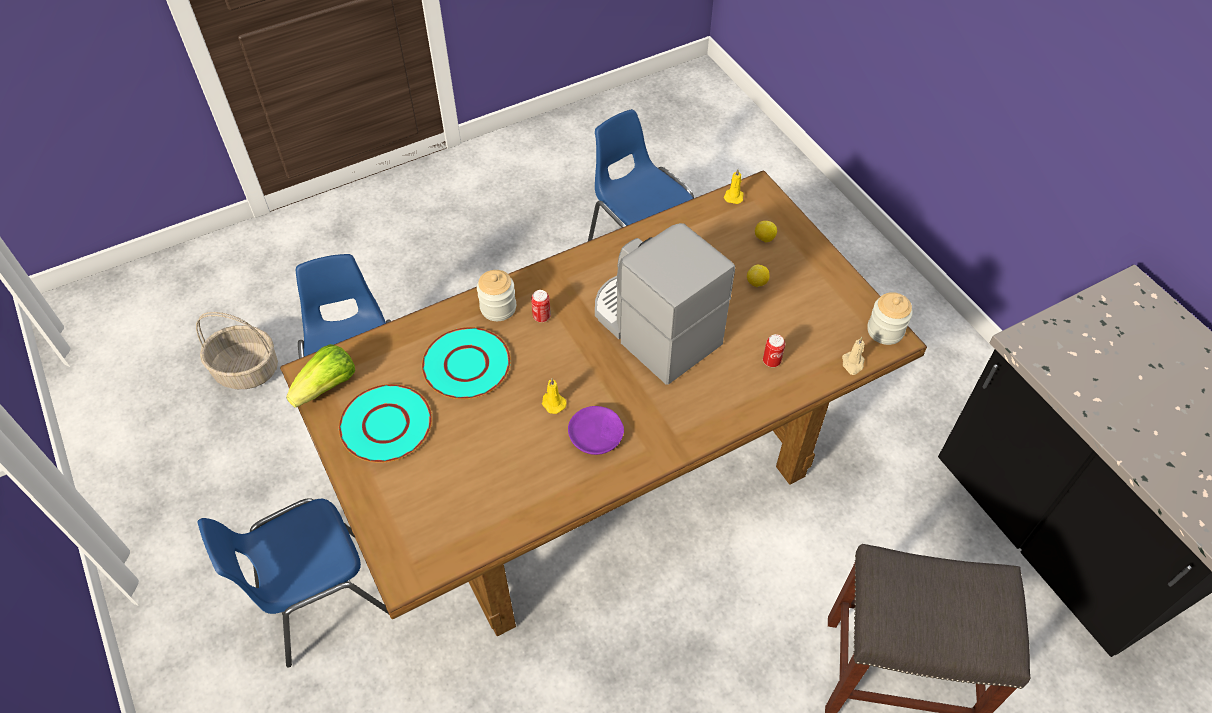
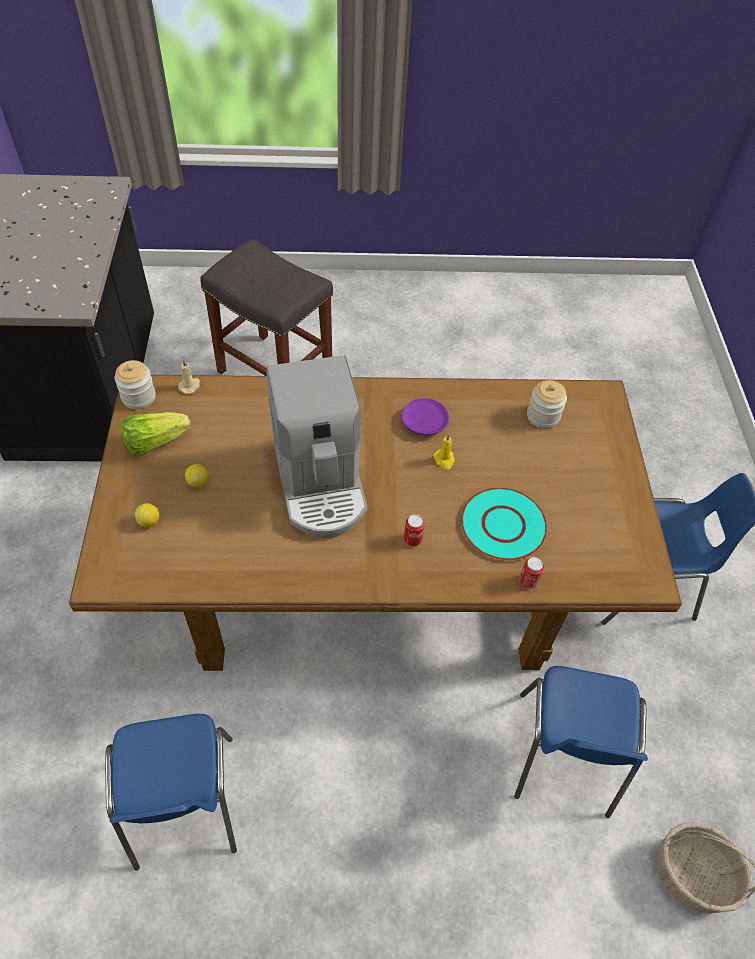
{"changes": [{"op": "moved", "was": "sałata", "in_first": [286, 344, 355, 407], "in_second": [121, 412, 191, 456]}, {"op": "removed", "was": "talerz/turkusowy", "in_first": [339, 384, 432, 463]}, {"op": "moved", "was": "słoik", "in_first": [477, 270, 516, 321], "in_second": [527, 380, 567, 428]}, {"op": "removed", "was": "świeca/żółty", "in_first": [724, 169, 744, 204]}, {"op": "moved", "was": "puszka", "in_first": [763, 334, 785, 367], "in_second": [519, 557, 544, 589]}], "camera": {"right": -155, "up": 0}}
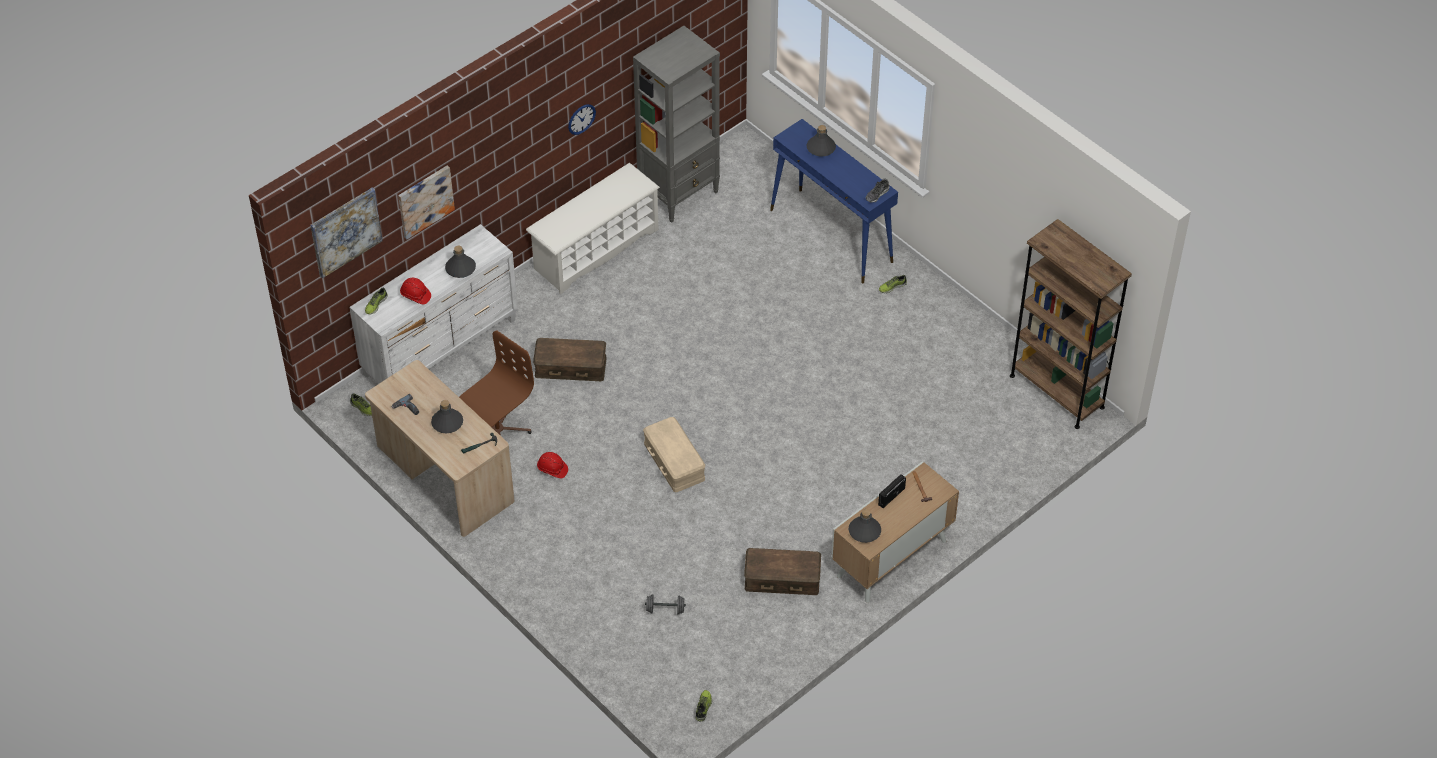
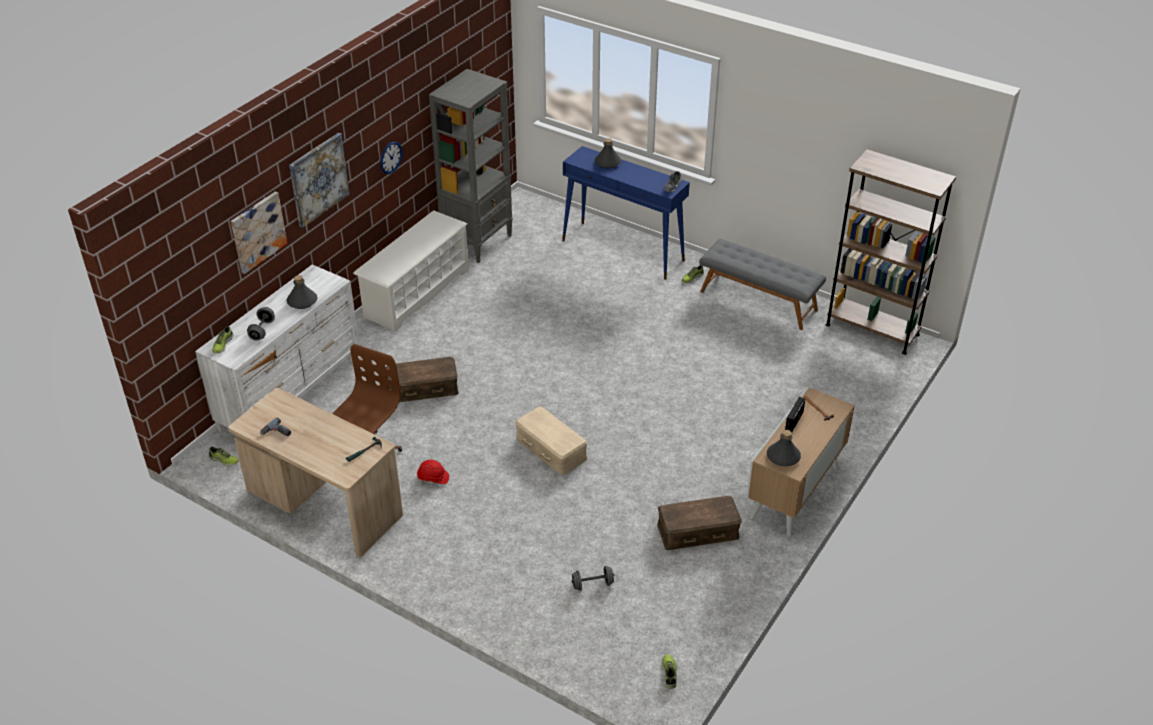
{"changes": [{"op": "moved", "was": "obraz", "in_first": [310, 188, 383, 278], "in_second": [289, 132, 350, 228]}, {"op": "replaced", "was": "kask/czerwony", "now": "hantel/szary", "in_first": [400, 278, 431, 304], "in_second": [247, 307, 275, 341]}, {"op": "removed", "was": "butelka/szary", "in_first": [431, 400, 463, 433]}, {"op": "added", "now": "ławka/szary", "in_second": [699, 239, 826, 330]}], "camera": {"right": -15, "up": -10}}
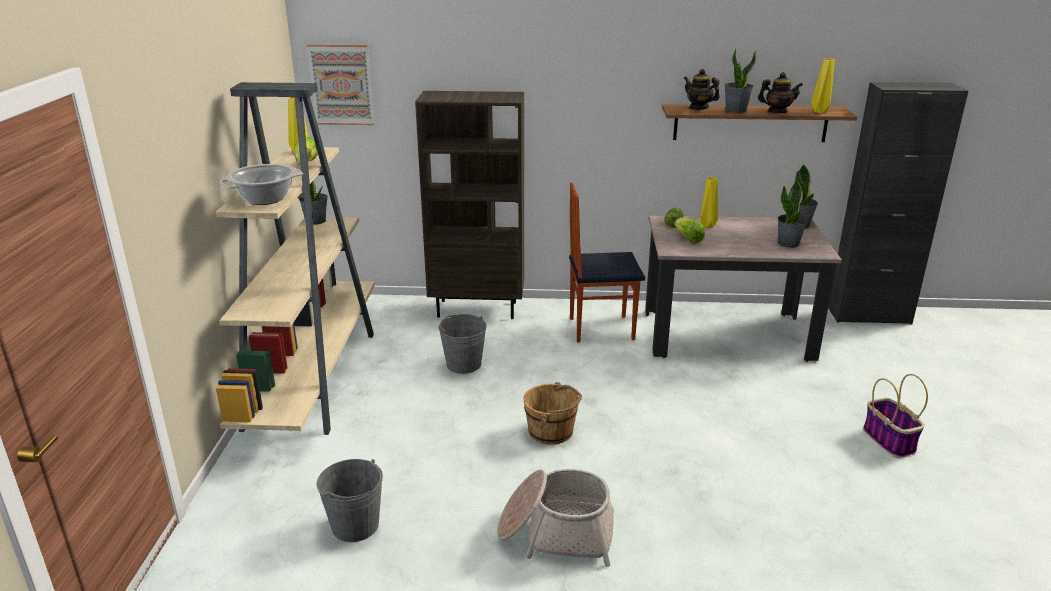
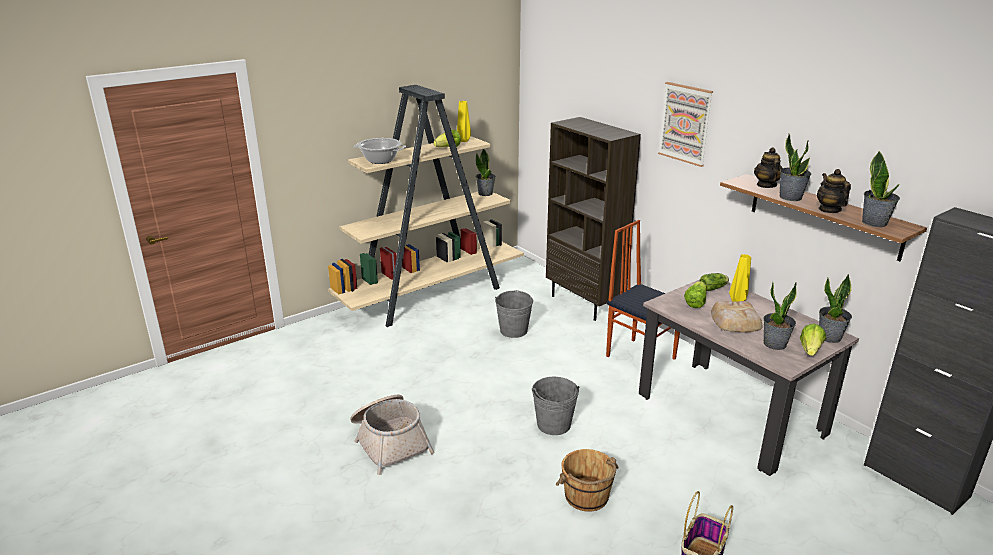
{"changes": [{"op": "moved", "was": "obraz", "in_first": [307, 44, 375, 125], "in_second": [658, 82, 713, 167]}, {"op": "moved", "was": "wiadro/szary", "in_first": [317, 459, 383, 542], "in_second": [532, 377, 580, 435]}, {"op": "moved", "was": "wiadro/brązowy", "in_first": [523, 382, 582, 445], "in_second": [556, 449, 619, 512]}, {"op": "turned", "was": "imbryk", "in_first": [758, 72, 803, 113], "in_second": [817, 169, 851, 213], "clockwise": -150}, {"op": "replaced", "was": "wazon/żółty", "now": "roślina doniczkowa", "in_first": [811, 58, 835, 113], "in_second": [862, 151, 900, 227]}, {"op": "added", "now": "chleb", "in_second": [711, 301, 762, 332]}, {"op": "added", "now": "sałata", "in_second": [800, 324, 826, 356]}], "camera": {"right": 50, "up": 0}}
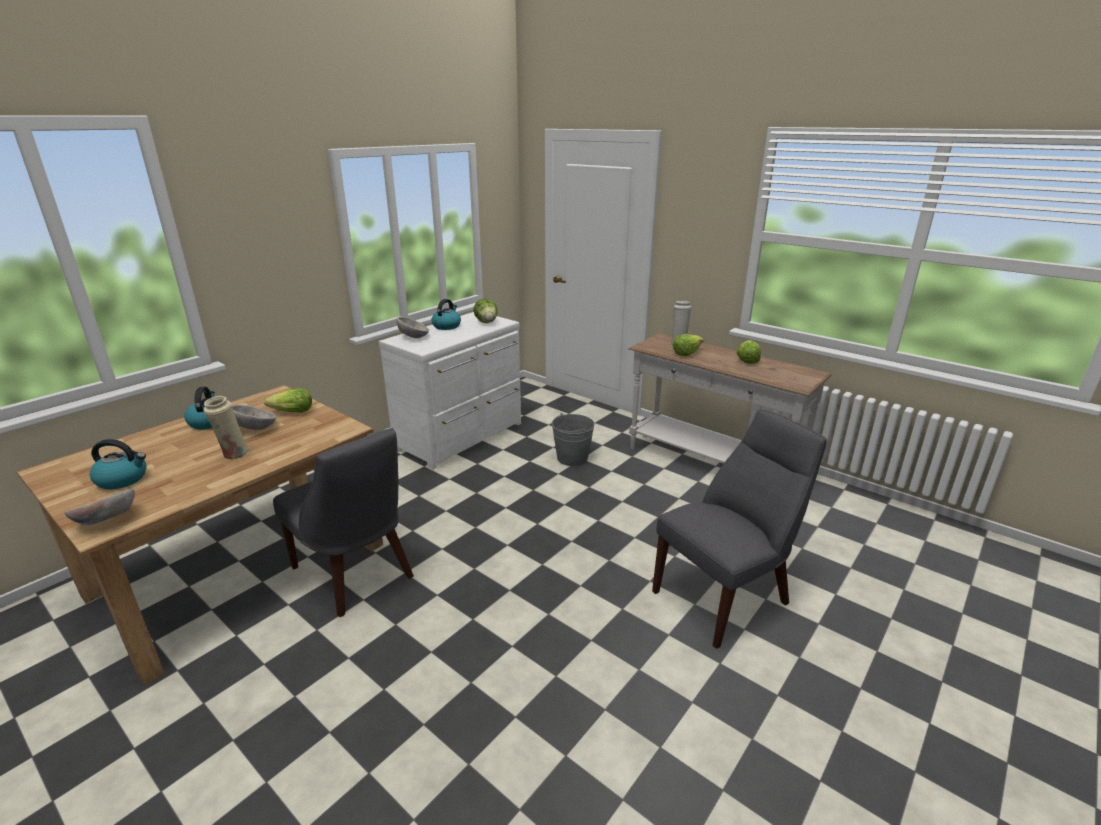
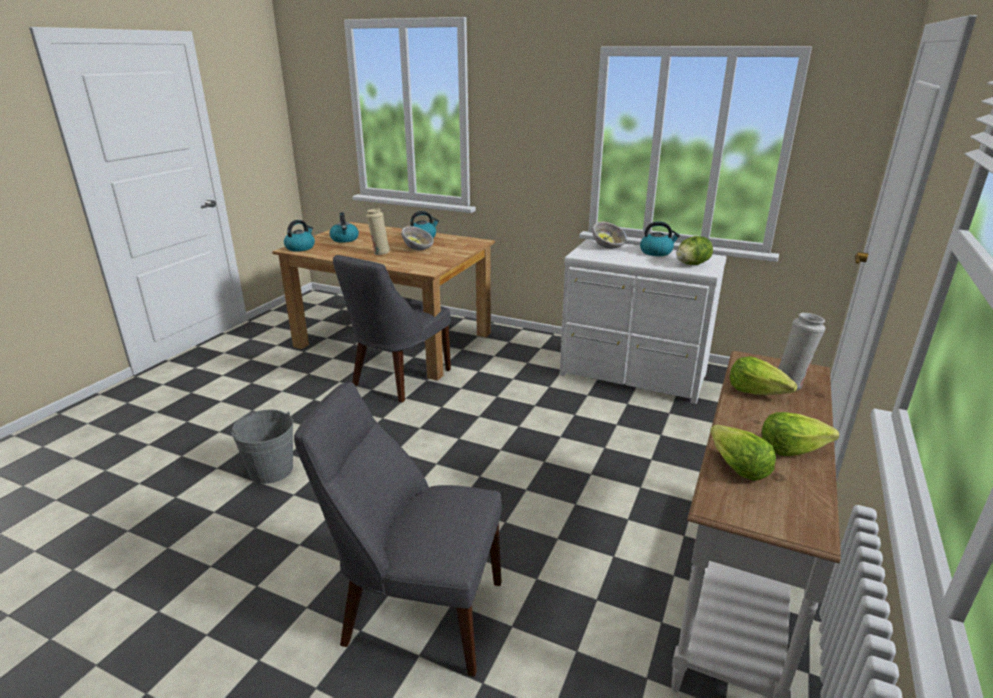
{"changes": [{"op": "replaced", "was": "miska", "now": "czajnik", "in_first": [64, 489, 135, 525], "in_second": [284, 220, 315, 252]}, {"op": "moved", "was": "sałata", "in_first": [264, 388, 312, 413], "in_second": [710, 425, 776, 481]}, {"op": "moved", "was": "wiadro/szary", "in_first": [552, 413, 595, 466], "in_second": [231, 410, 293, 484]}, {"op": "turned", "was": "krzesło/szary", "in_first": [652, 410, 827, 649], "in_second": [294, 382, 502, 677], "clockwise": 150}], "camera": {"right": 75, "up": 0}}
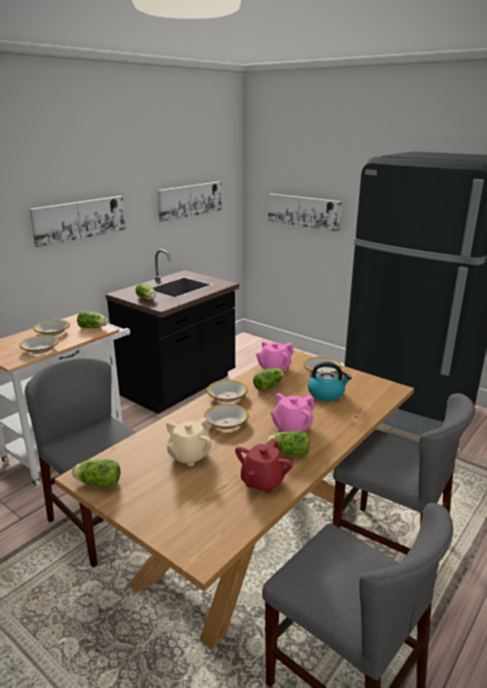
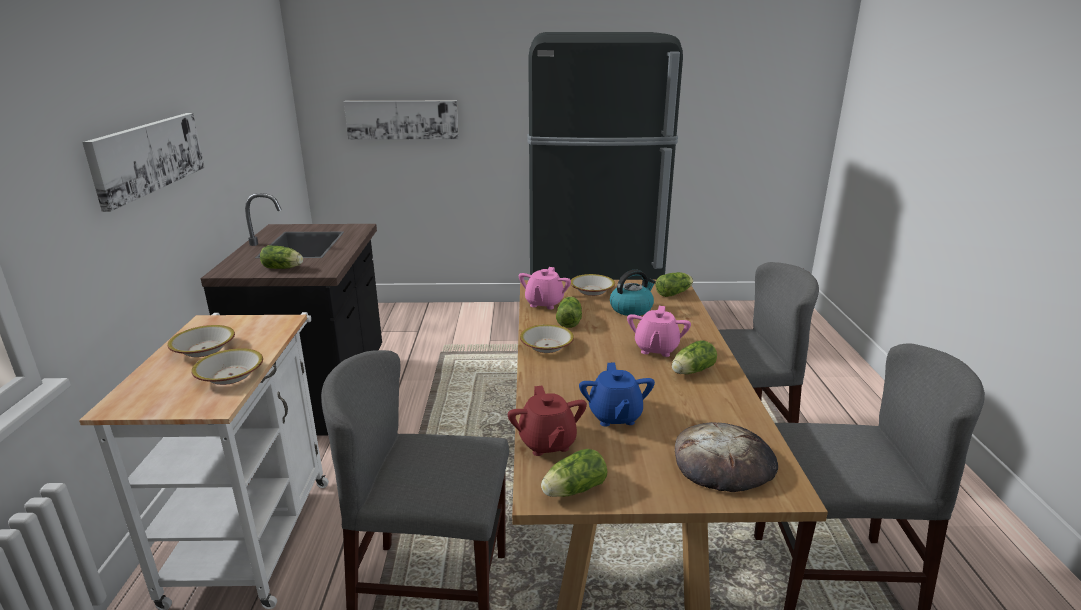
{"changes": [{"op": "moved", "was": "sałata", "in_first": [77, 311, 108, 328], "in_second": [656, 272, 693, 297]}, {"op": "removed", "was": "obraz", "in_first": [157, 181, 222, 222]}, {"op": "recoloured", "was": "imbryk/beżowy", "now": "imbryk/niebieski", "in_first": [166, 417, 211, 466], "in_second": [579, 363, 655, 426]}, {"op": "removed", "was": "miska", "in_first": [204, 404, 249, 430]}, {"op": "moved", "was": "imbryk/czerwony", "in_first": [235, 438, 293, 493], "in_second": [508, 386, 587, 456]}, {"op": "added", "now": "chleb", "in_second": [675, 422, 778, 492]}], "camera": {"right": -40, "up": 0}}
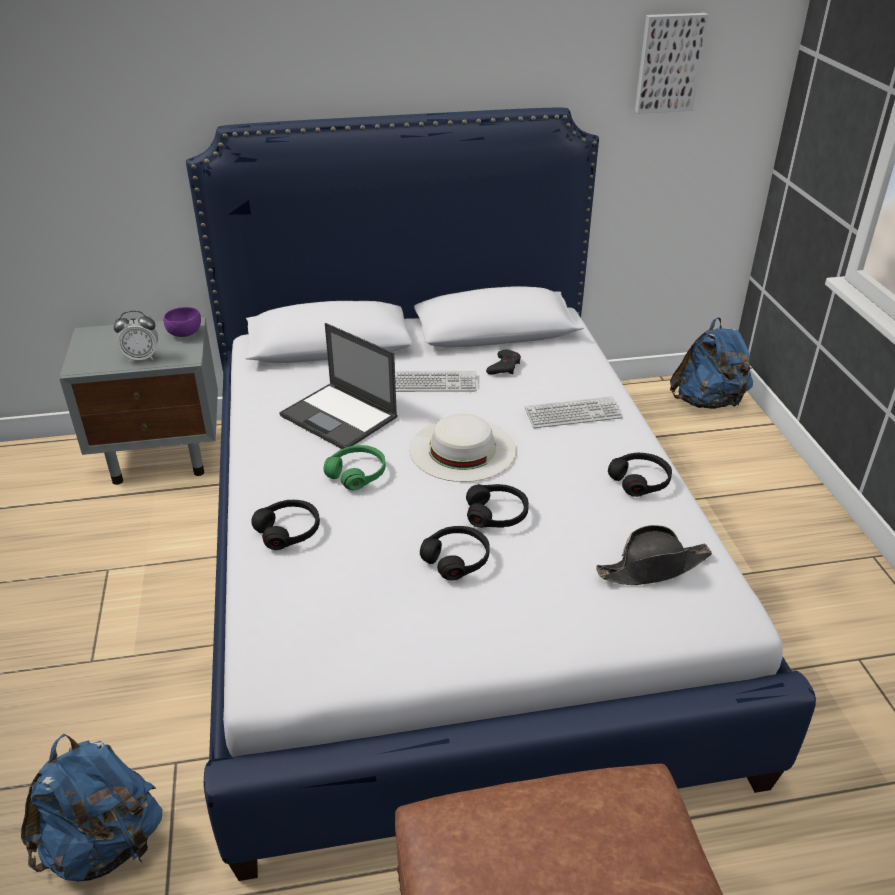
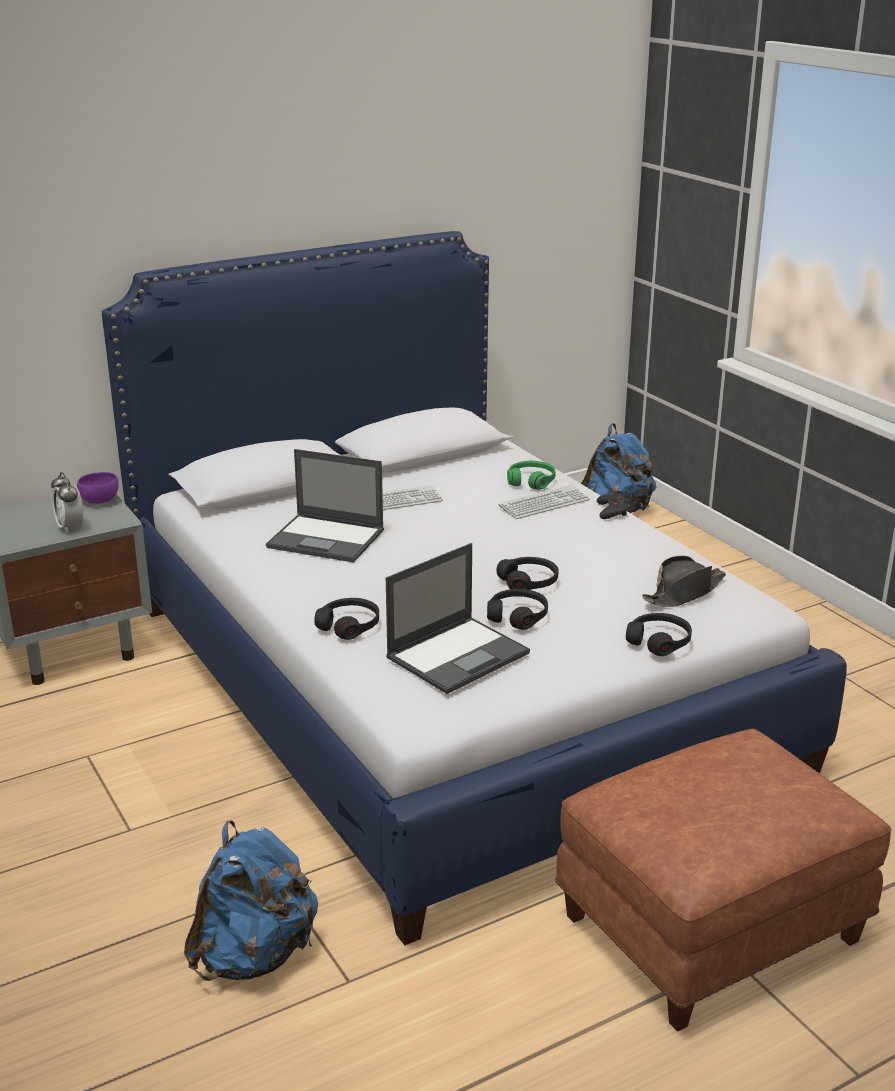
{"changes": [{"op": "turned", "was": "budzik", "in_first": [114, 311, 158, 362], "in_second": [51, 472, 83, 533], "clockwise": 90}, {"op": "moved", "was": "słuchawki/zielony", "in_first": [324, 445, 386, 490], "in_second": [507, 461, 556, 490]}, {"op": "removed", "was": "kapelusz/biały", "in_first": [409, 414, 516, 482]}, {"op": "moved", "was": "pad do gier/czarny", "in_first": [486, 350, 521, 375], "in_second": [597, 494, 628, 519]}, {"op": "moved", "was": "słuchawki/czarny", "in_first": [608, 453, 672, 497], "in_second": [626, 613, 692, 656]}, {"op": "removed", "was": "obraz", "in_first": [635, 13, 708, 114]}, {"op": "added", "now": "laptop", "in_second": [386, 543, 530, 694]}], "camera": {"right": -20, "up": -10}}
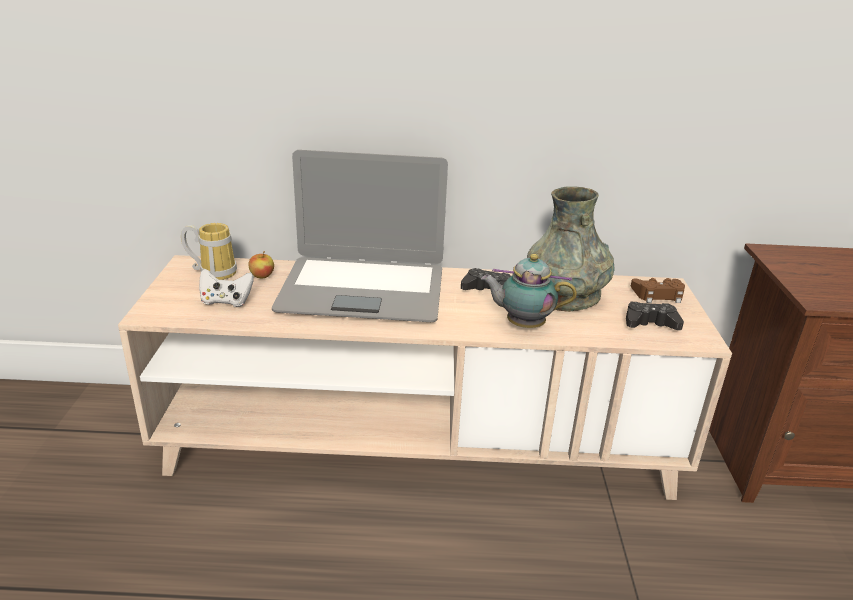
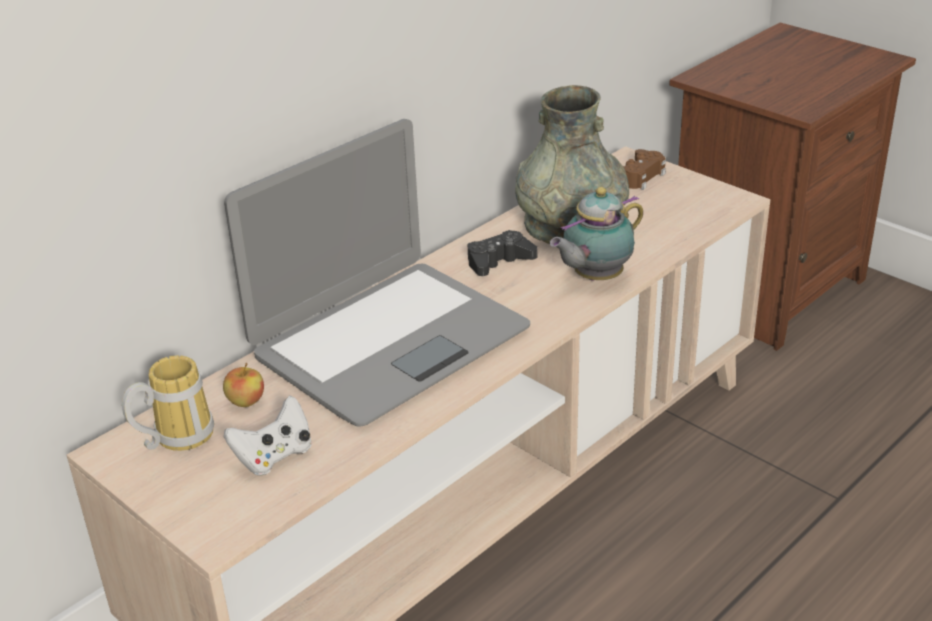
{"changes": [{"op": "removed", "was": "pad do gier/czarny", "in_first": [626, 302, 684, 330]}], "camera": {"right": -45, "up": 5}}
